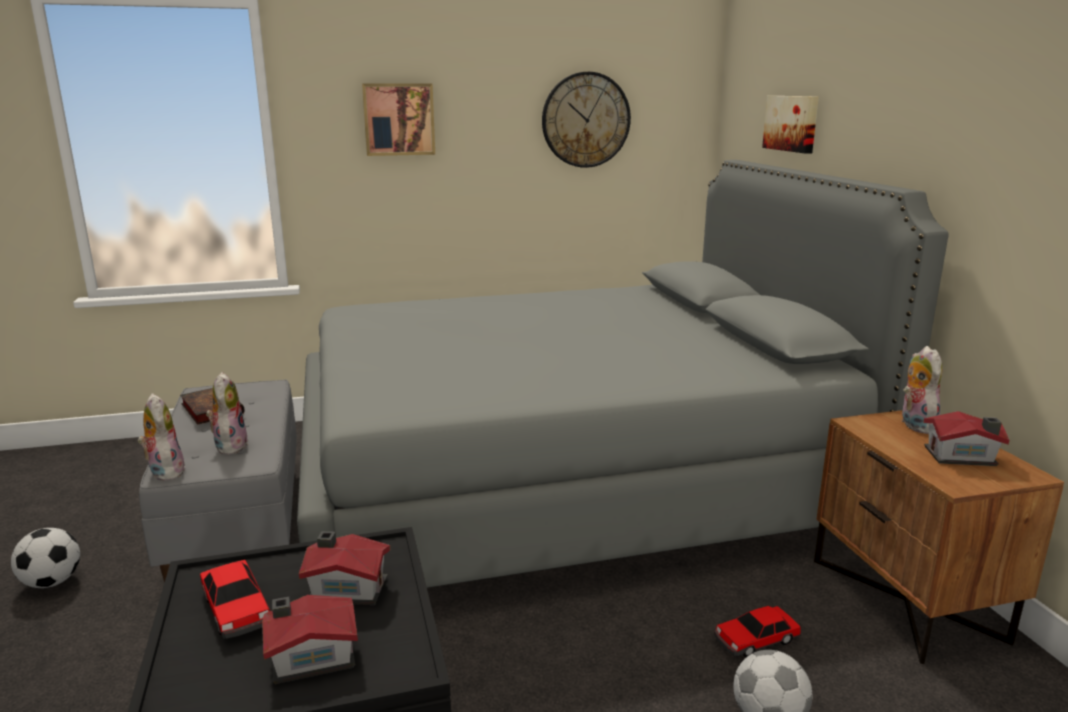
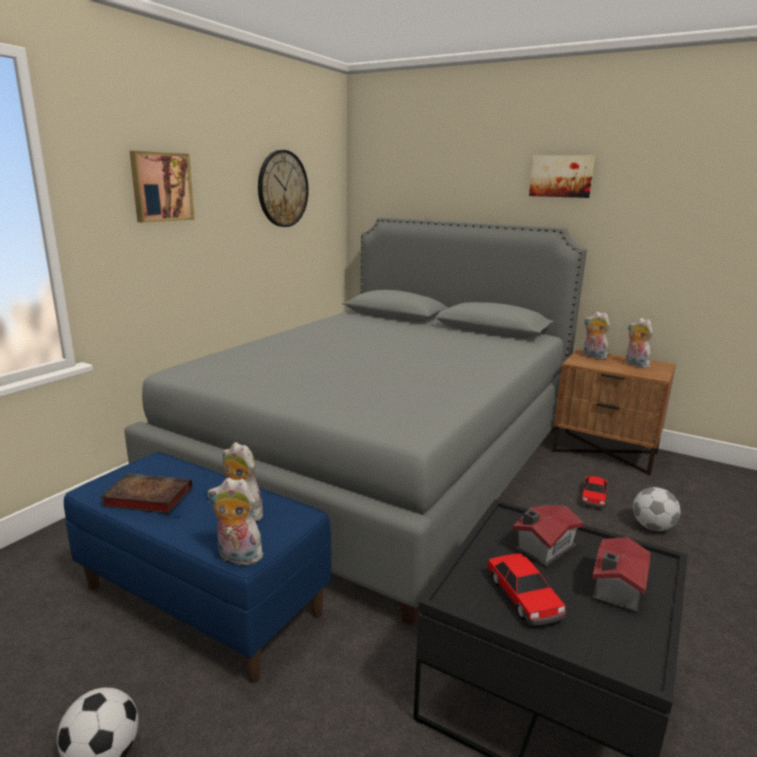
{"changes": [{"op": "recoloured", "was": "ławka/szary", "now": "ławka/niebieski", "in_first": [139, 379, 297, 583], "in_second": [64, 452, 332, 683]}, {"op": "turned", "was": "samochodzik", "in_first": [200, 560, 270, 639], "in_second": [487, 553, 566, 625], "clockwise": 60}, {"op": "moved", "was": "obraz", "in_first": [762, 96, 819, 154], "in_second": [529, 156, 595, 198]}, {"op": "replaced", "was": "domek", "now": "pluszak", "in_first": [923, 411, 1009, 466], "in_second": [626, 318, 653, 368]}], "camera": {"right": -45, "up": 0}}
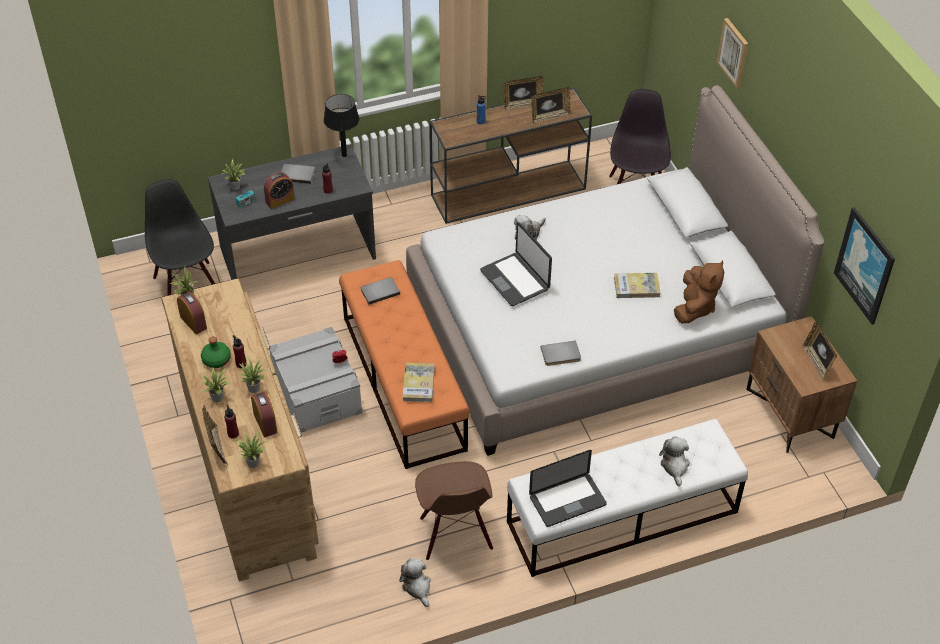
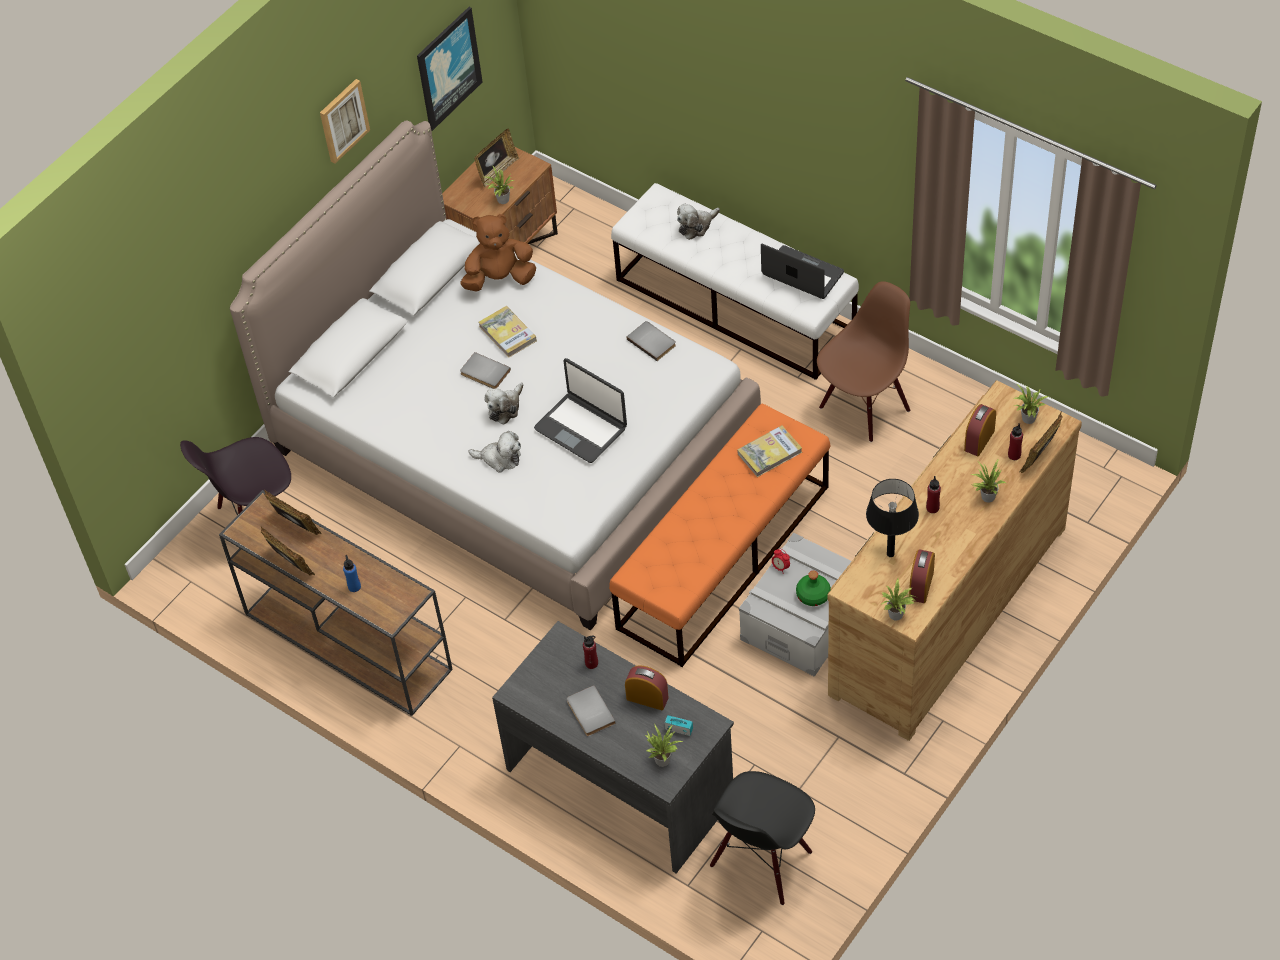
{"changes": [{"op": "moved", "was": "butelka/zielony", "in_first": [201, 336, 231, 368], "in_second": [796, 571, 831, 606]}, {"op": "moved", "was": "roślina doniczkowa", "in_first": [239, 357, 266, 393], "in_second": [486, 165, 514, 204]}, {"op": "moved", "was": "lampa stołowa/czarny", "in_first": [324, 94, 359, 157], "in_second": [866, 479, 919, 557]}, {"op": "moved", "was": "książka/szary", "in_first": [361, 277, 400, 305], "in_second": [460, 352, 511, 389]}, {"op": "moved", "was": "pluszak", "in_first": [399, 558, 431, 607], "in_second": [485, 382, 523, 425]}, {"op": "turned", "was": "laptop", "in_first": [480, 222, 552, 306], "in_second": [534, 358, 627, 463], "clockwise": 105}, {"op": "moved", "was": "obraz", "in_first": [717, 18, 748, 89], "in_second": [320, 79, 370, 164]}], "camera": {"right": -120, "up": 5}}
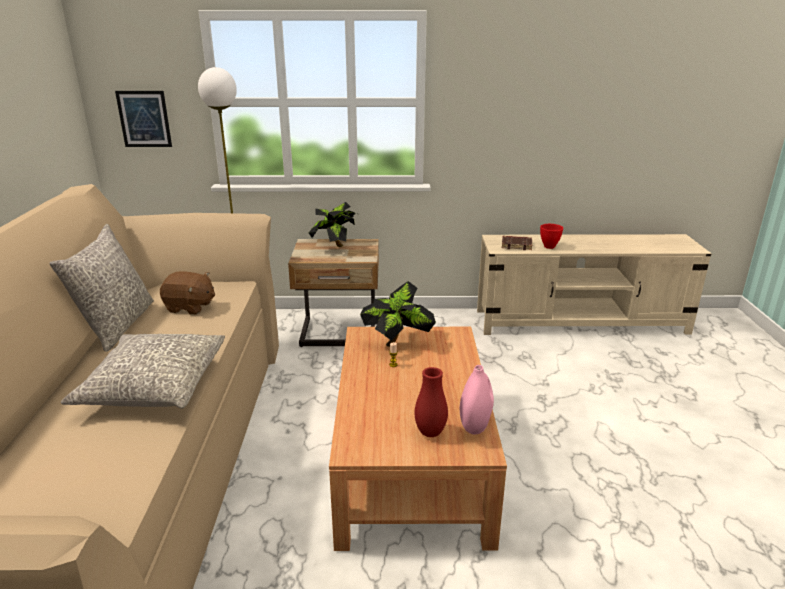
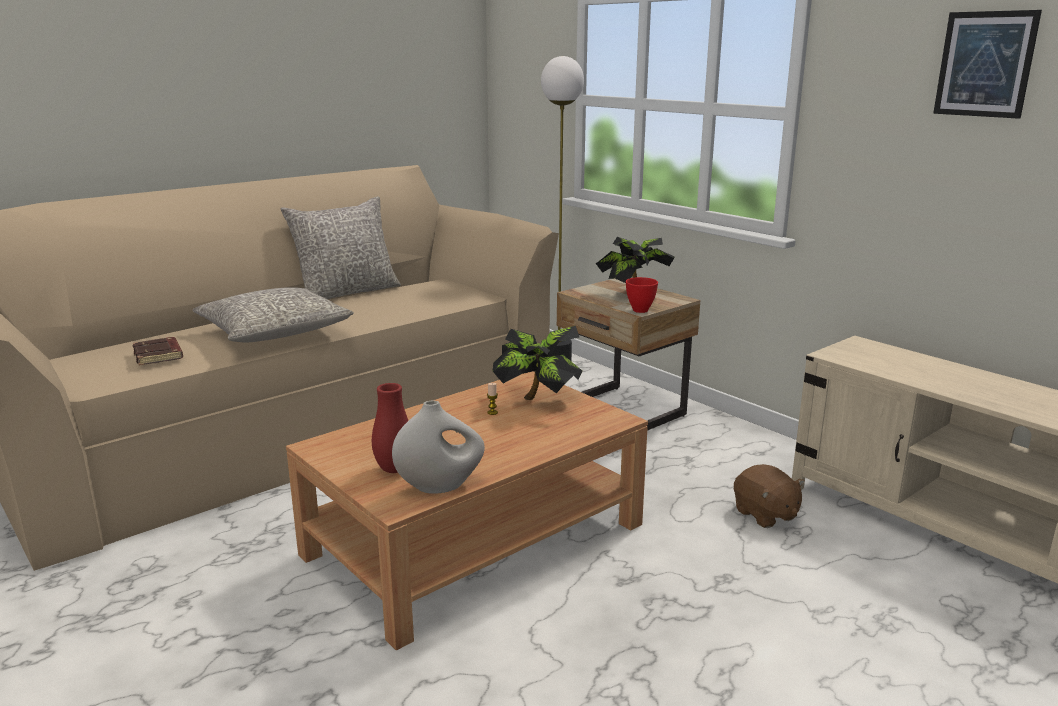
{"changes": [{"op": "moved", "was": "obraz", "in_first": [115, 91, 172, 147], "in_second": [933, 10, 1042, 119]}, {"op": "moved", "was": "pluszak/brązowy", "in_first": [160, 271, 215, 315], "in_second": [734, 464, 805, 528]}, {"op": "recoloured", "was": "wazon/różowy", "now": "wazon/biały", "in_first": [460, 365, 494, 435], "in_second": [392, 401, 485, 494]}, {"op": "moved", "was": "książka/brązowy", "in_first": [502, 236, 532, 250], "in_second": [133, 337, 183, 366]}, {"op": "moved", "was": "miska/czerwony", "in_first": [540, 224, 563, 249], "in_second": [626, 277, 658, 313]}], "camera": {"right": 50, "up": -5}}
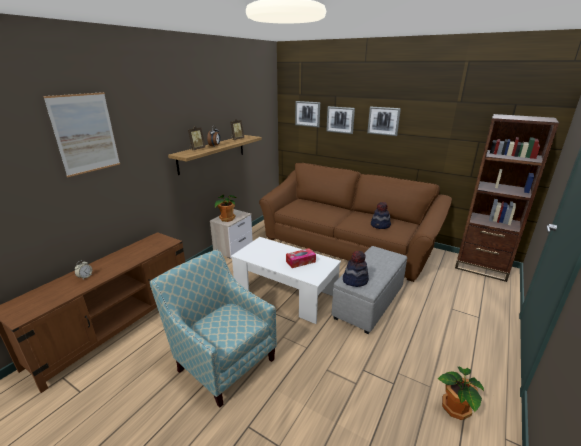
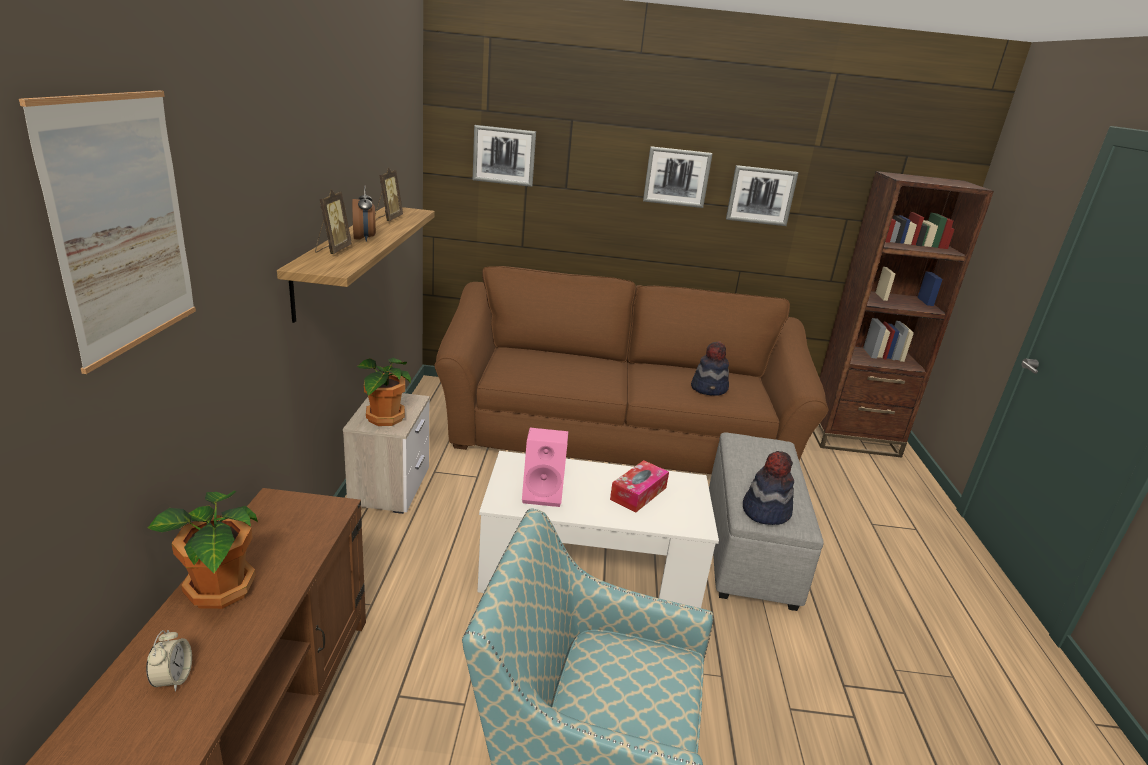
{"changes": [{"op": "moved", "was": "obraz", "in_first": [326, 106, 355, 134], "in_second": [726, 165, 799, 226]}, {"op": "moved", "was": "roślina doniczkowa", "in_first": [438, 366, 484, 420], "in_second": [148, 490, 258, 609]}, {"op": "added", "now": "głośnik/różowy", "in_second": [522, 428, 568, 507]}], "camera": {"right": -30, "up": 0}}
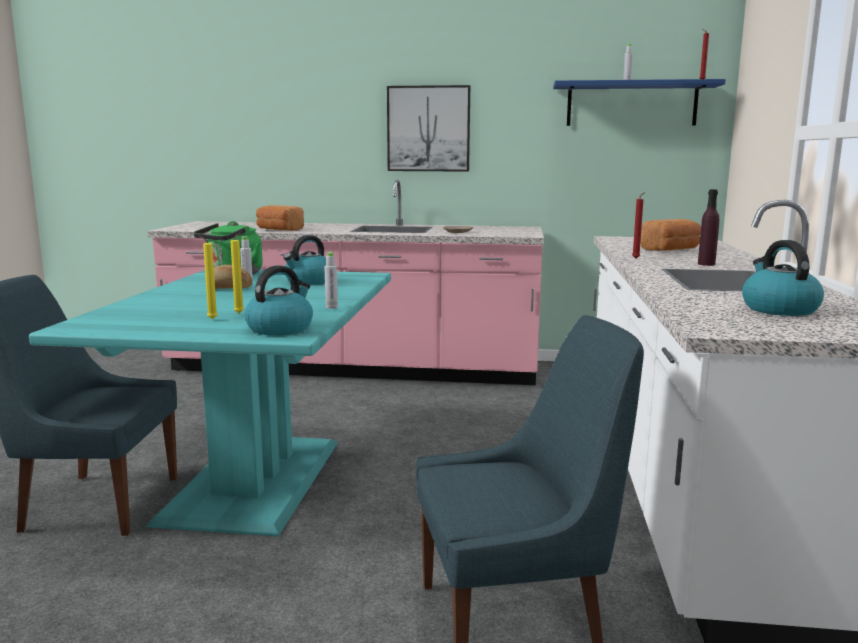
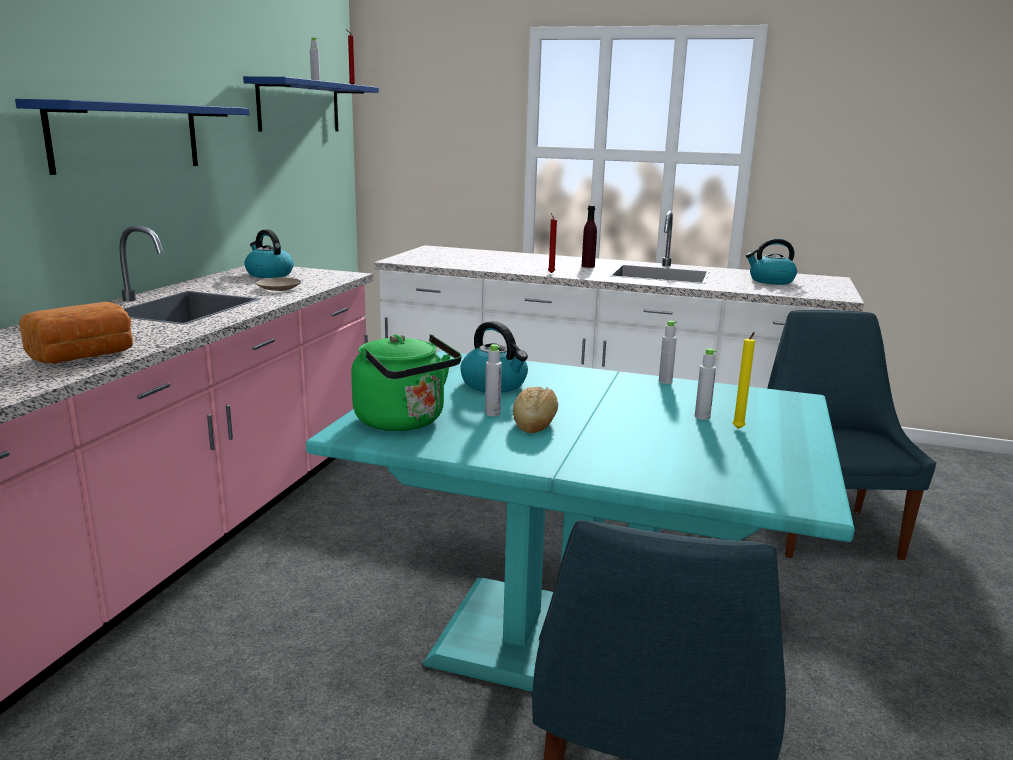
{"changes": [{"op": "replaced", "was": "świeca/żółty", "now": "butelka/szary", "in_first": [231, 231, 244, 313], "in_second": [695, 348, 717, 420]}, {"op": "moved", "was": "czajnik", "in_first": [244, 265, 313, 335], "in_second": [245, 229, 294, 278]}, {"op": "replaced", "was": "obraz", "now": "półka/niebieski", "in_first": [387, 85, 470, 172], "in_second": [15, 99, 249, 175]}, {"op": "removed", "was": "chleb", "in_first": [640, 219, 701, 251]}], "camera": {"right": -80, "up": 5}}
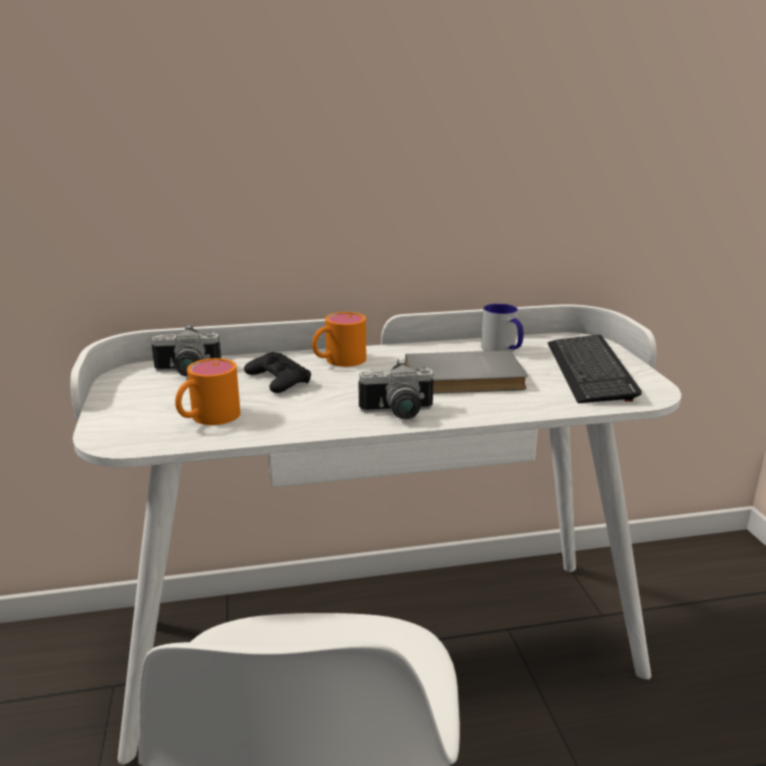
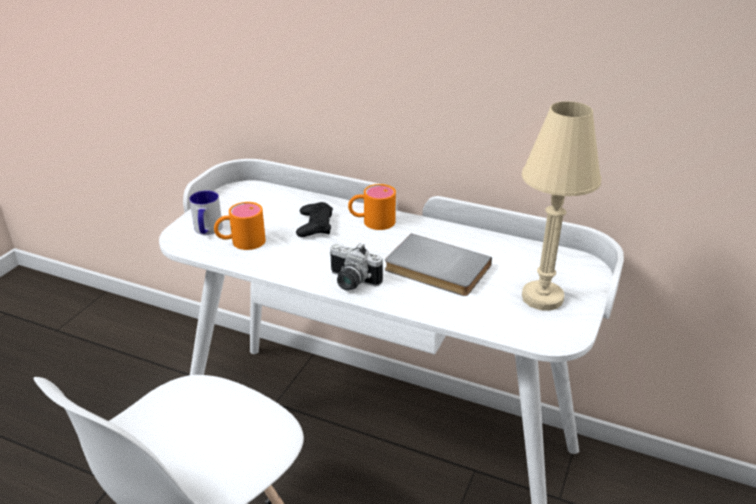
{"changes": [{"op": "removed", "was": "aparat fotograficzny", "in_first": [151, 324, 221, 377]}, {"op": "moved", "was": "kubek", "in_first": [481, 303, 523, 352], "in_second": [189, 190, 223, 235]}, {"op": "replaced", "was": "klawiatura", "now": "lampa stołowa/beżowy", "in_first": [548, 335, 642, 403], "in_second": [522, 101, 601, 311]}], "camera": {"right": 35, "up": 10}}
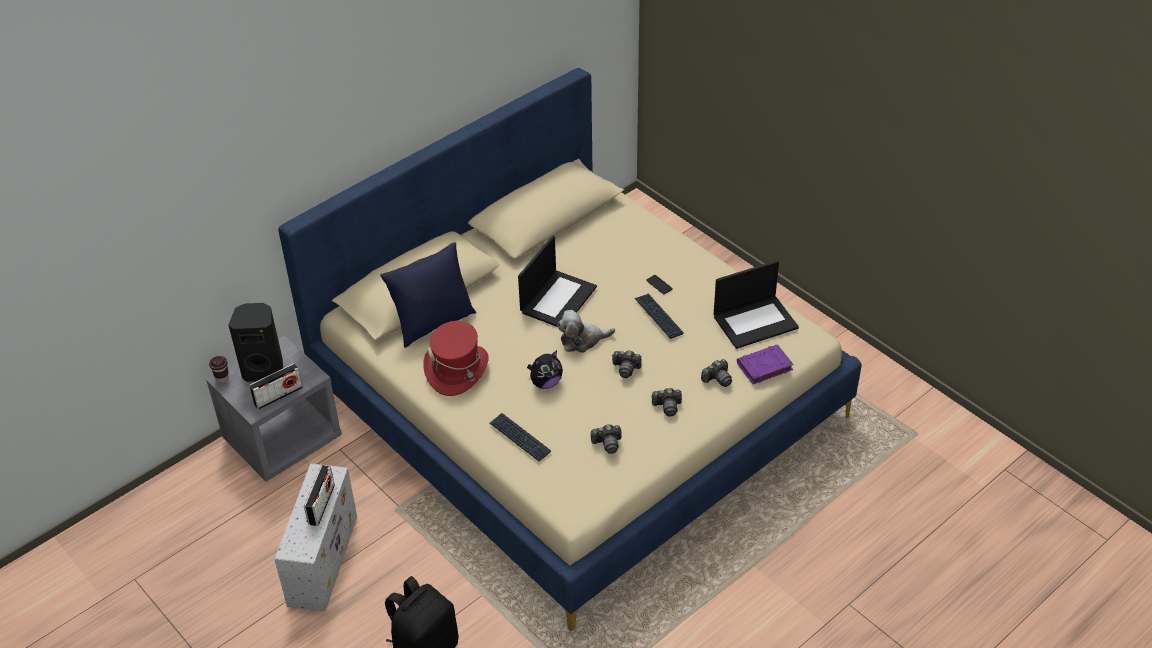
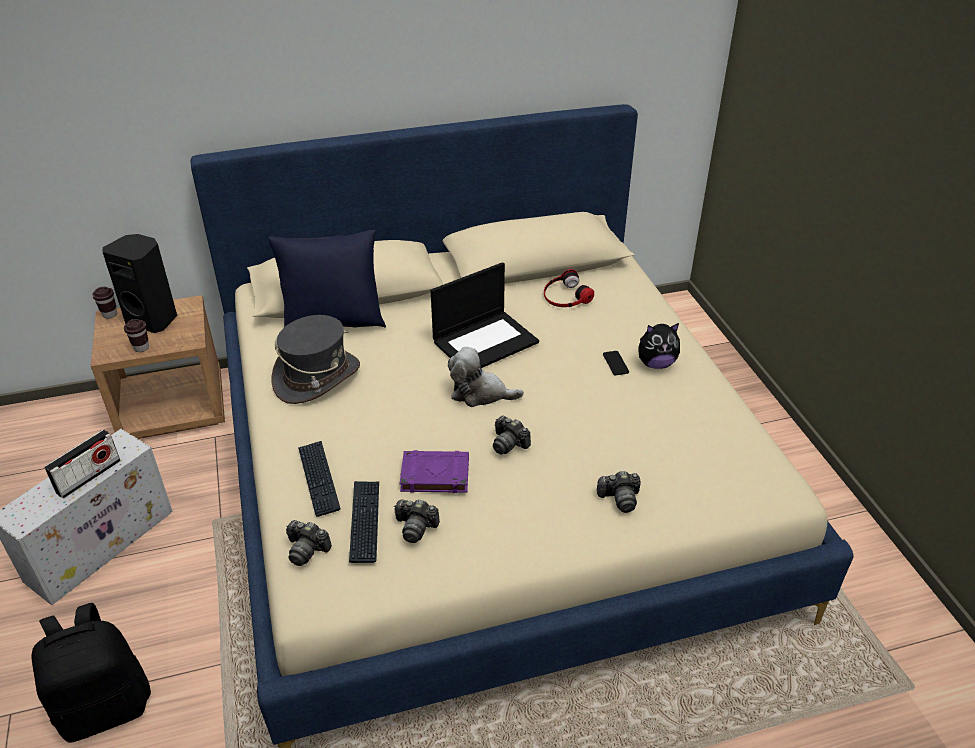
{"changes": [{"op": "recoloured", "was": "szafka nocna/szary", "now": "szafka nocna/brązowy", "in_first": [206, 335, 342, 482], "in_second": [91, 295, 225, 439]}, {"op": "replaced", "was": "radio", "now": "filiżanka/brązowy", "in_first": [249, 363, 303, 410], "in_second": [124, 319, 149, 352]}, {"op": "recoloured", "was": "kapelusz/czerwony", "now": "kapelusz/szary", "in_first": [423, 321, 489, 396], "in_second": [272, 315, 360, 404]}, {"op": "moved", "was": "pluszak", "in_first": [527, 350, 563, 389], "in_second": [638, 323, 680, 369]}, {"op": "moved", "was": "klawiatura", "in_first": [635, 293, 684, 339], "in_second": [349, 481, 379, 563]}, {"op": "moved", "was": "aparat fotograficzny", "in_first": [651, 388, 682, 416], "in_second": [286, 520, 332, 566]}, {"op": "removed", "was": "laptop", "in_first": [714, 260, 799, 349]}, {"op": "moved", "was": "książka/fioletowy", "in_first": [737, 344, 794, 384], "in_second": [400, 450, 469, 493]}, {"op": "added", "now": "słuchawki", "in_second": [544, 269, 594, 307]}], "camera": {"right": 25, "up": -5}}
